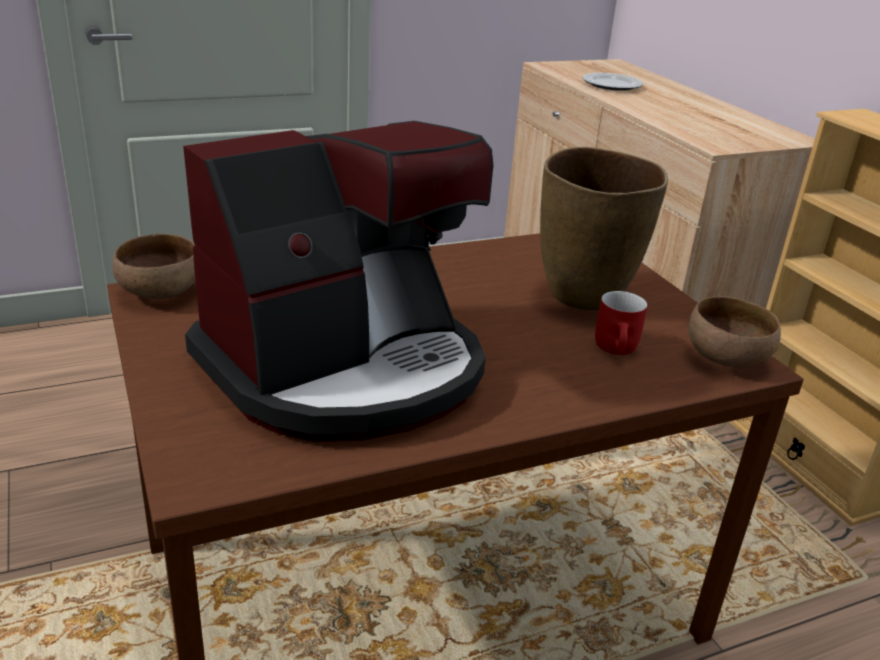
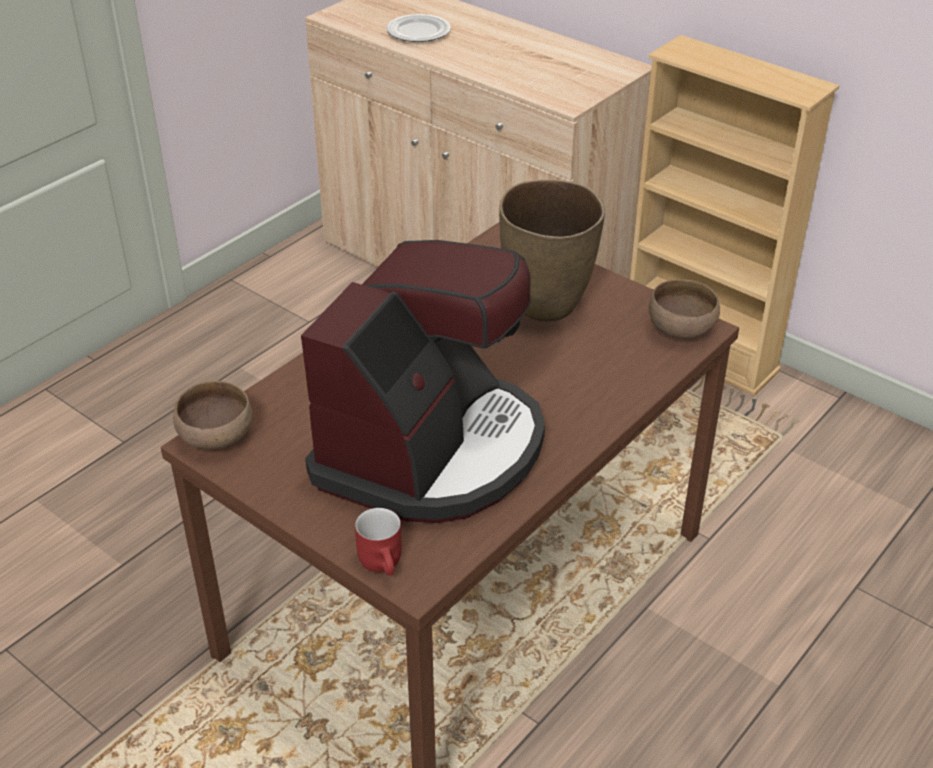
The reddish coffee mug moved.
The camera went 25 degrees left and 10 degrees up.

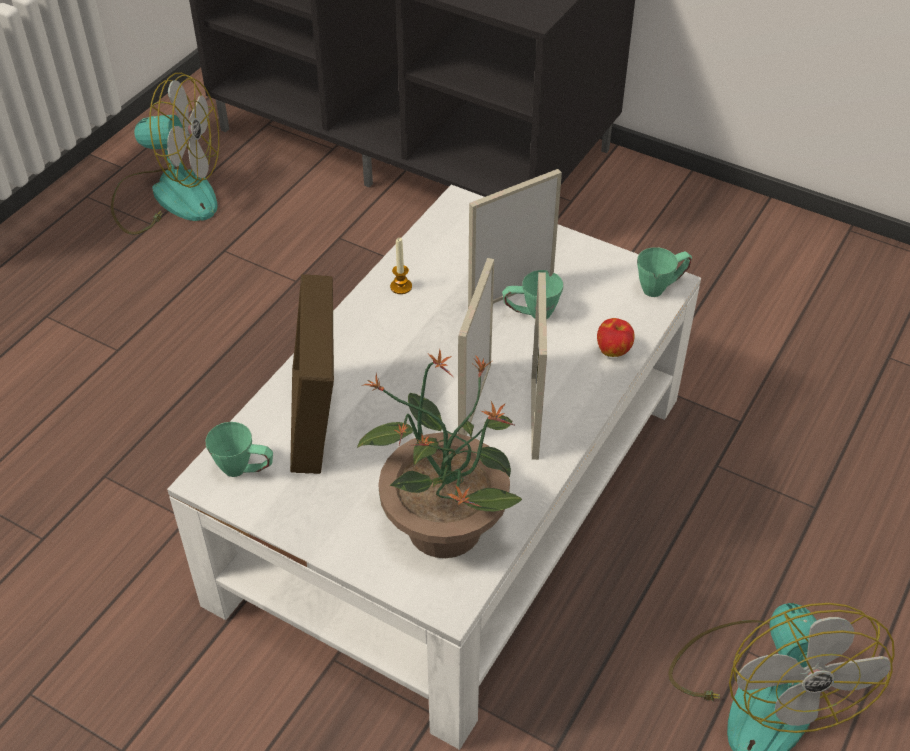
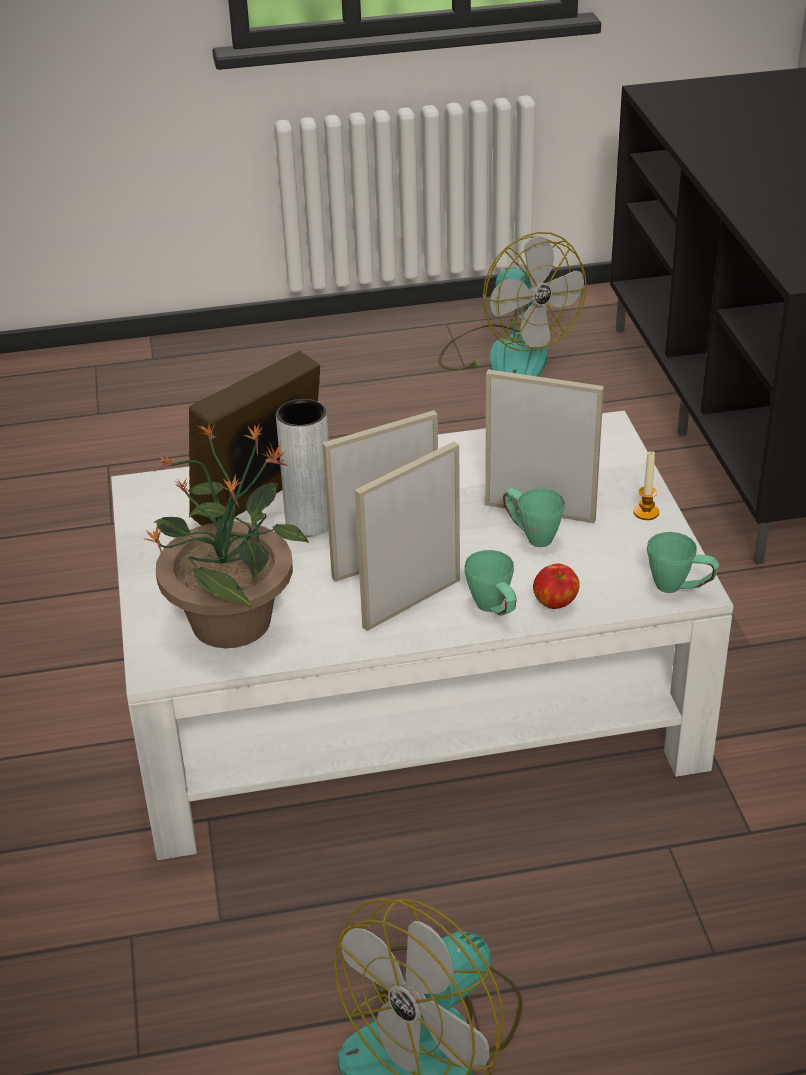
The gray decorative vase appeared.
The green-coloured coffee mug (no. 1 from left) moved.
The wax candle moved.
The camera went 50 degrees right and 10 degrees down.

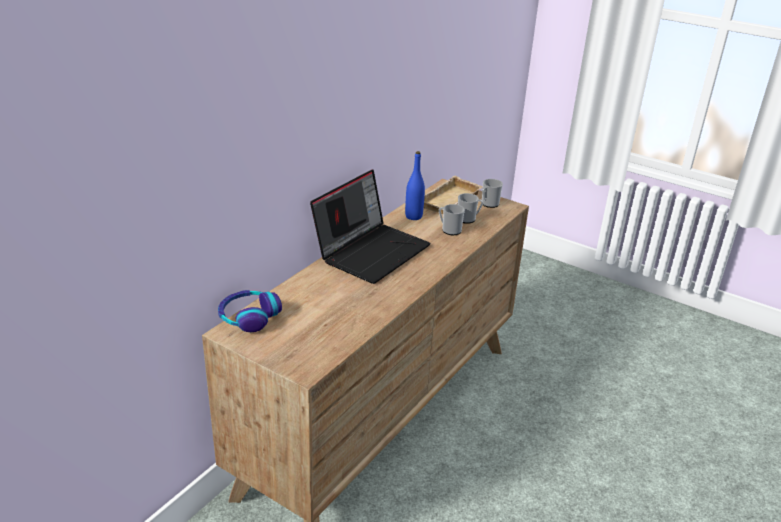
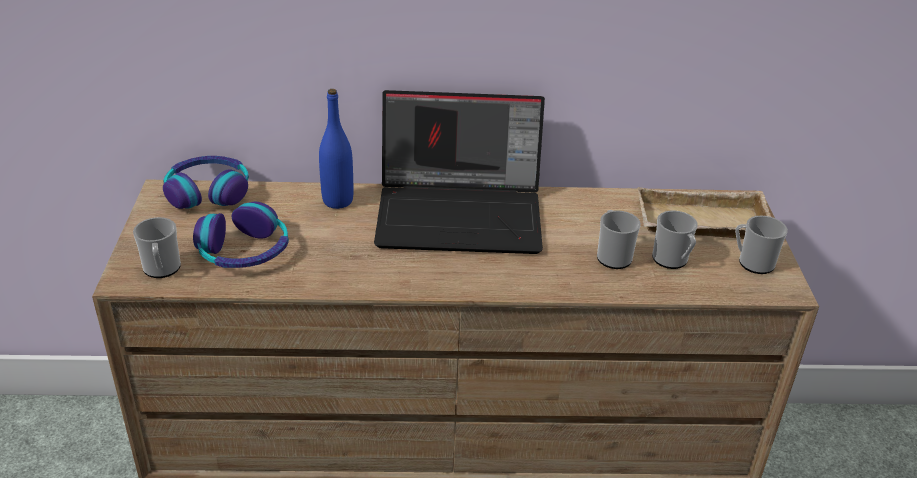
The coffee mug (no. 1 from left) appeared.
The headset (no. 2 from left) appeared.
The blue bottle moved.
The camera went 55 degrees right and 5 degrees up.

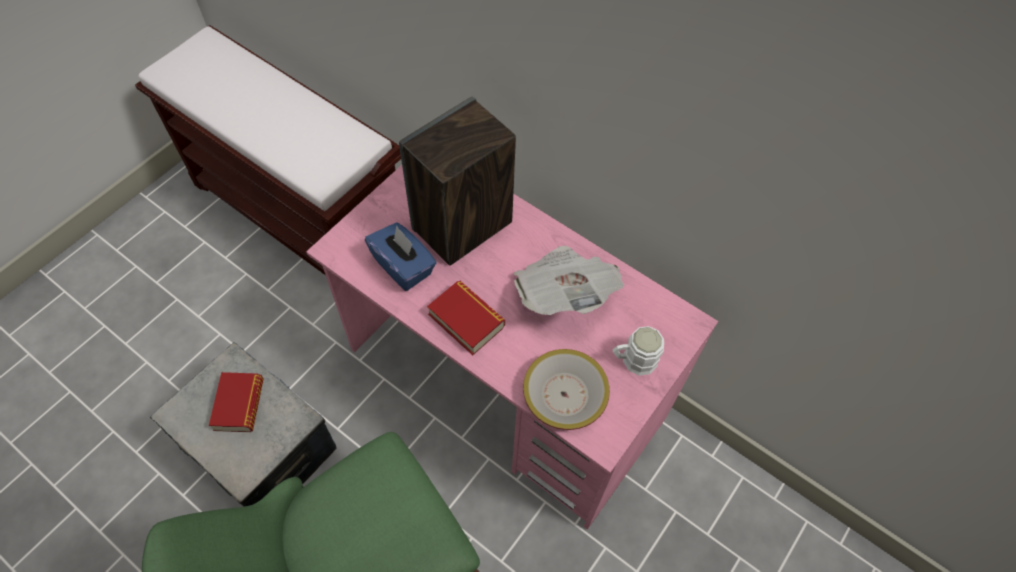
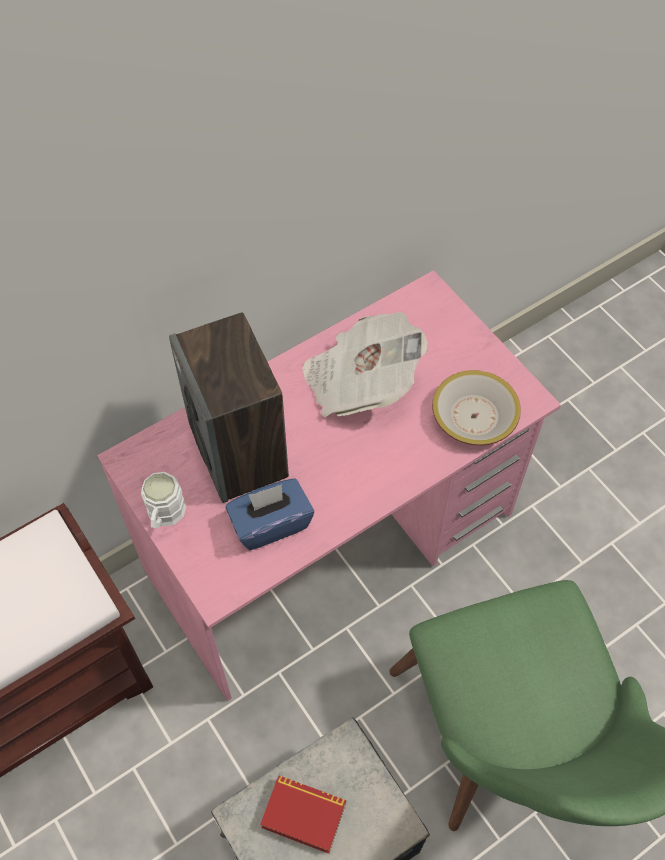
The book (no. 2 from left) disappeared.
The whitish coffee mug moved.
The camera went 70 degrees left and 0 degrees up.

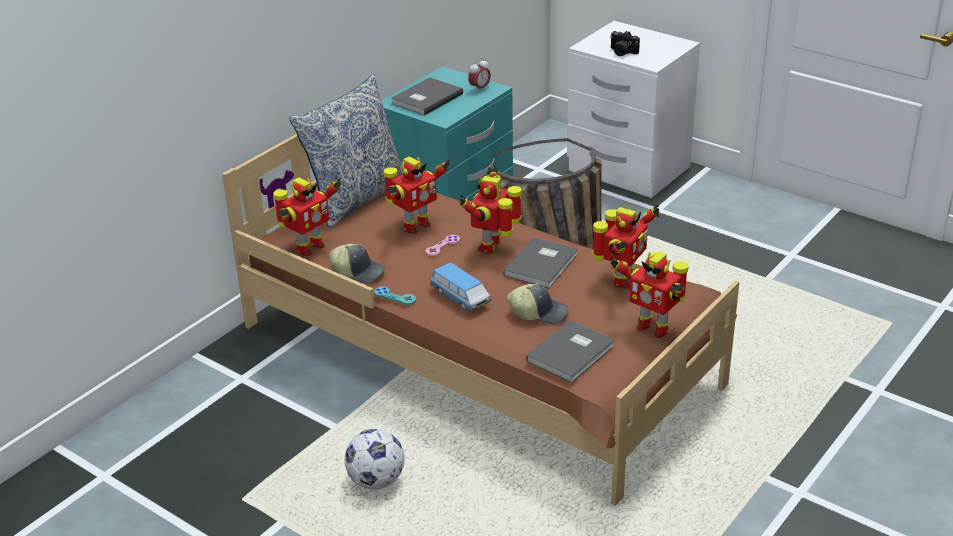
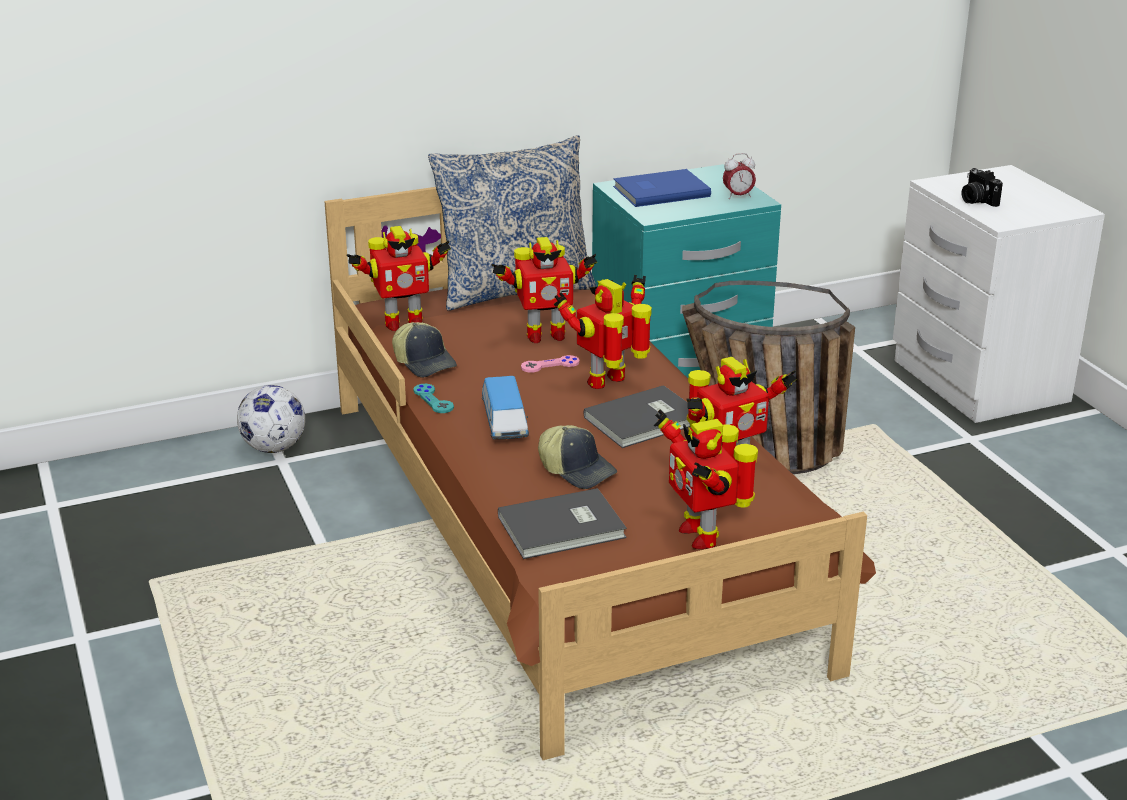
The football ball moved.
The gray book (no. 1 from left) became the blue book.
The camera went 30 degrees right and 5 degrees down.

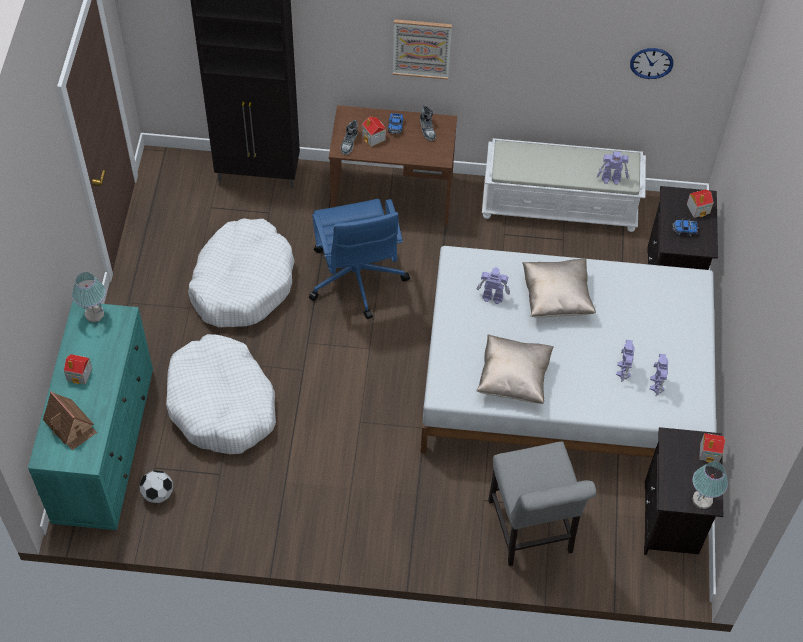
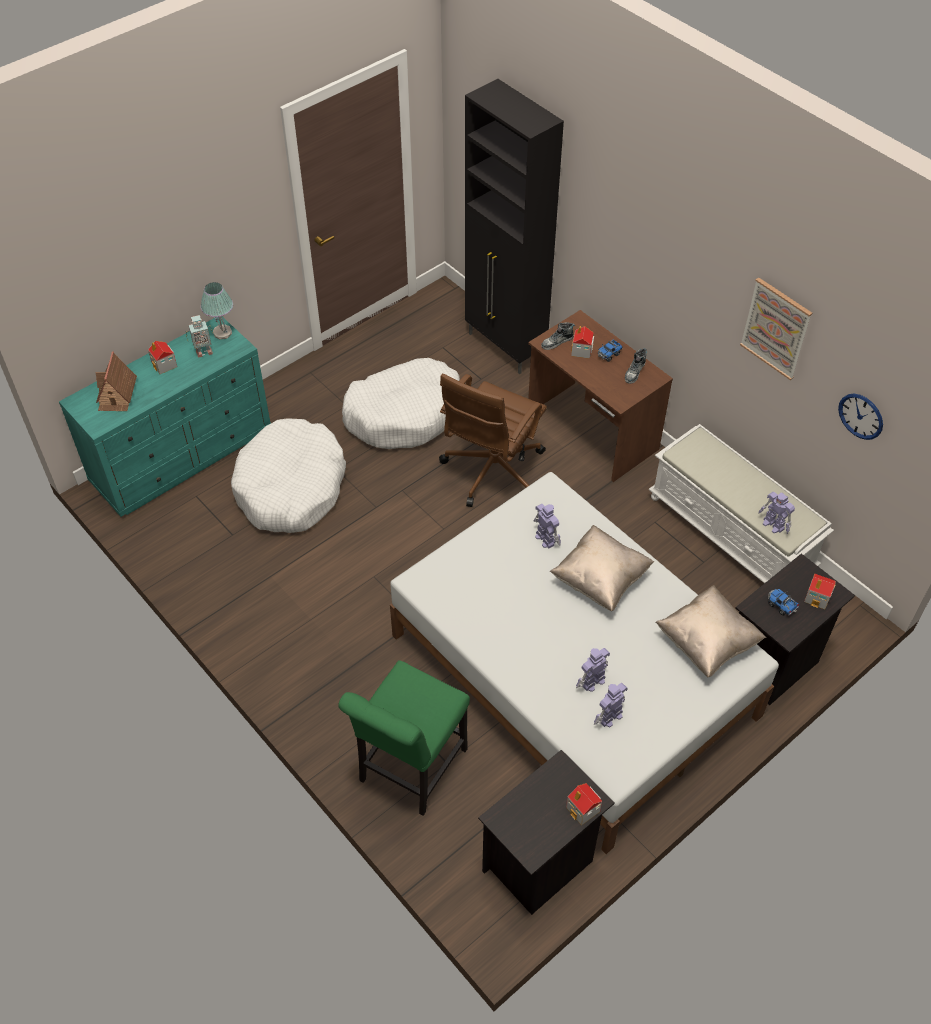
The football ball disappeared.
The lamp for a table (no. 2 from left) disappeared.
The robot figure (no. 1 from left) appeared.
The picture moved.
The sand-coloured throw pillow (no. 1 from left in the first image) moved.
The blue desk chair became the brownish desk chair.
The gray chair became the green-coloured chair.
The camera went 45 degrees right and 5 degrees down.

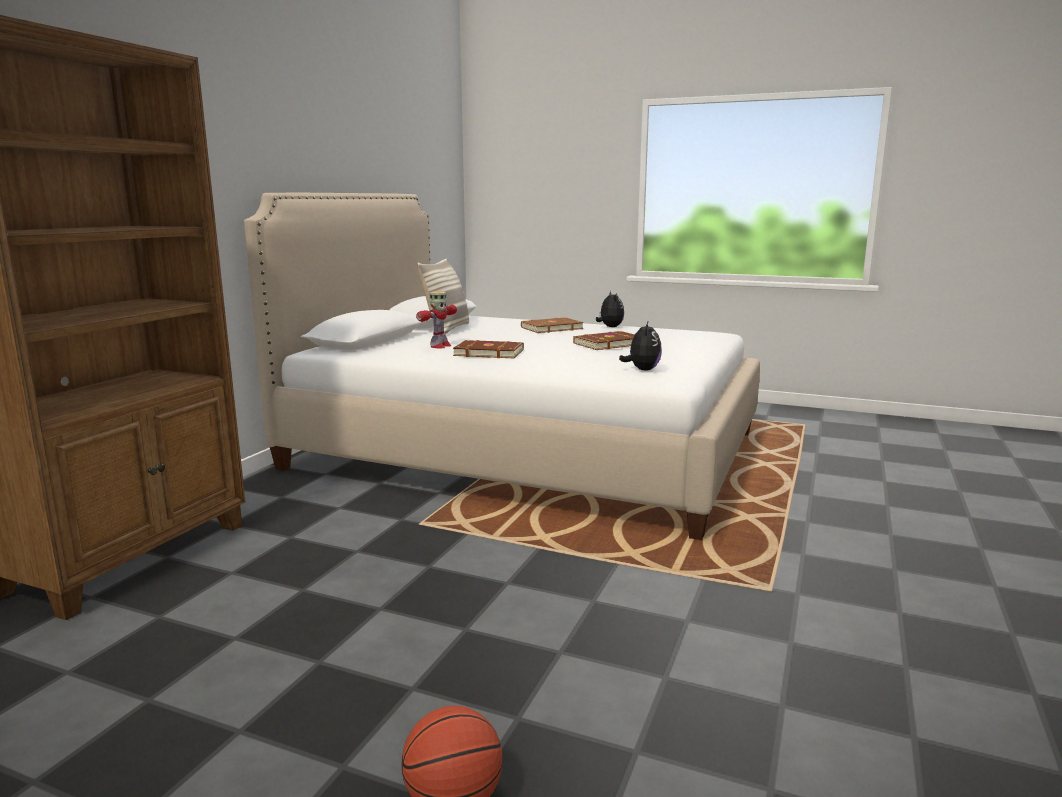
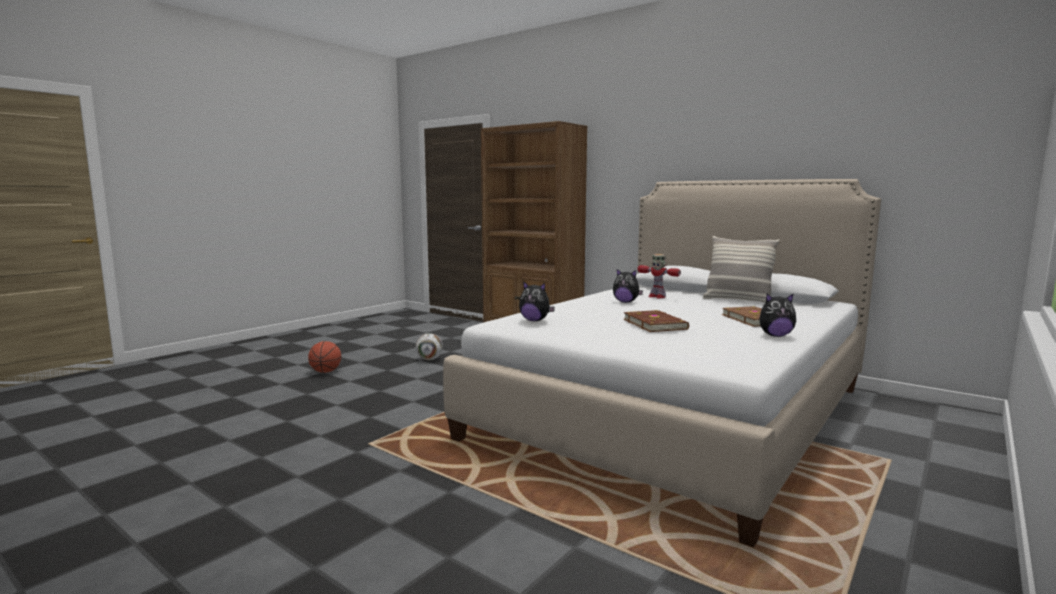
The football ball appeared.
The brownish book (no. 1 from left) was replaced by the plush toy (no. 2 from left).
The camera went 105 degrees right and 5 degrees down.

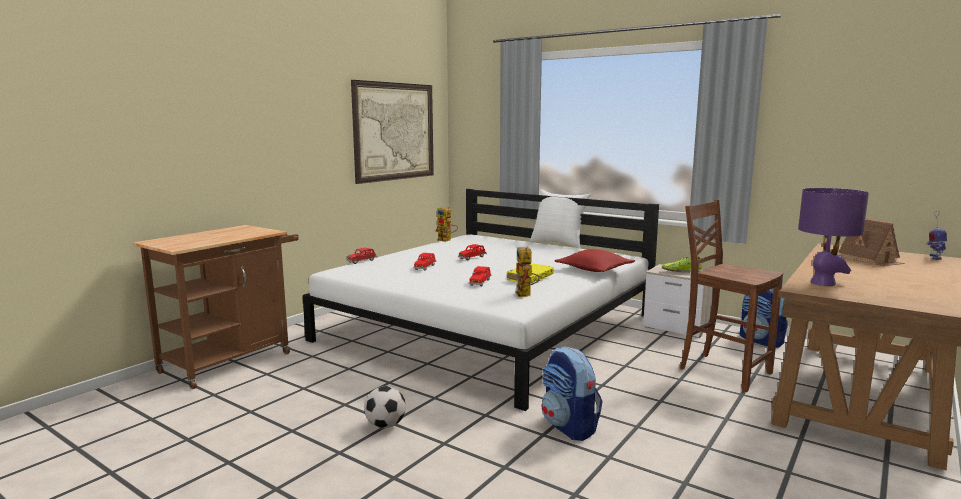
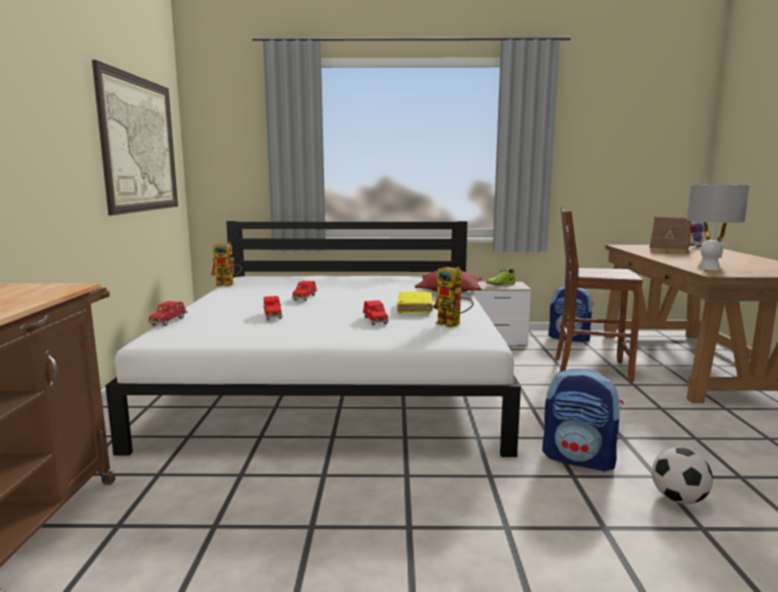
The whitish throw pillow disappeared.
The football ball moved.
The purple lamp for a table became the gray lamp for a table.
The camera went 35 degrees left and 0 degrees up.

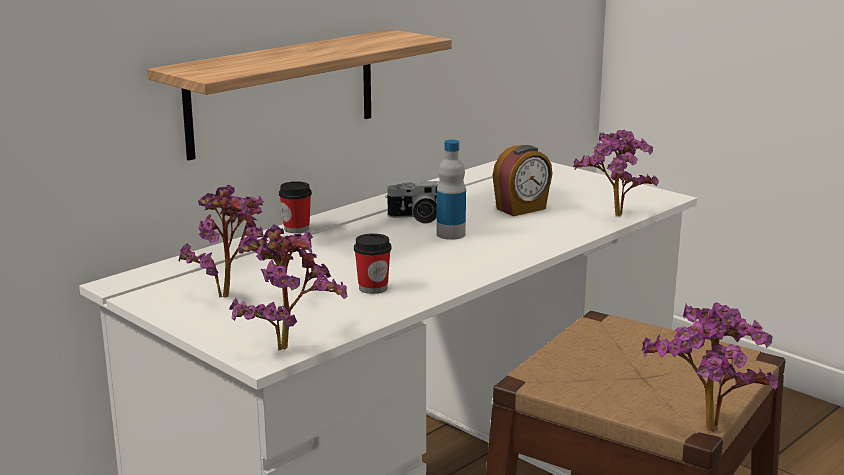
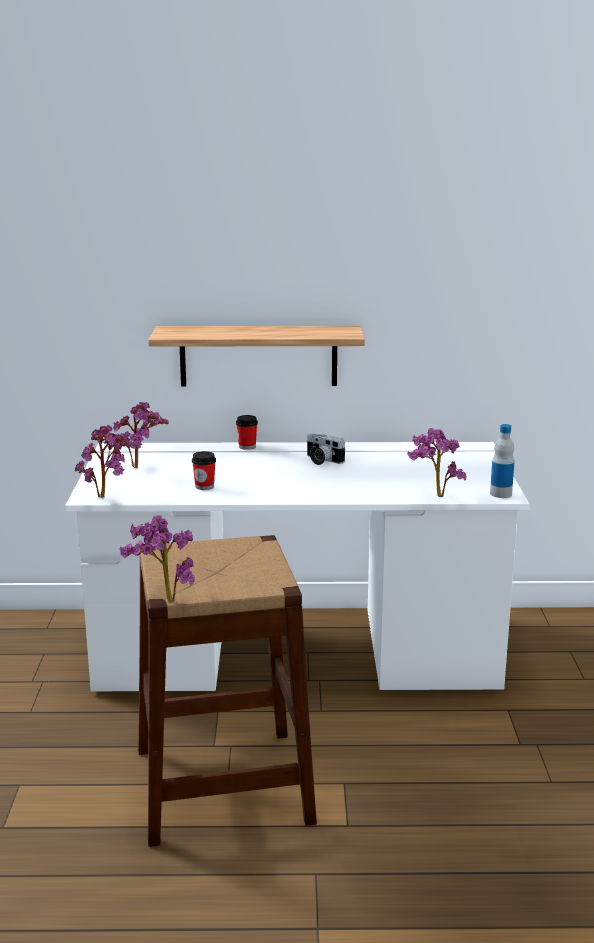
The table clock disappeared.
The bottle moved.
The camera went 45 degrees right and 0 degrees up.

